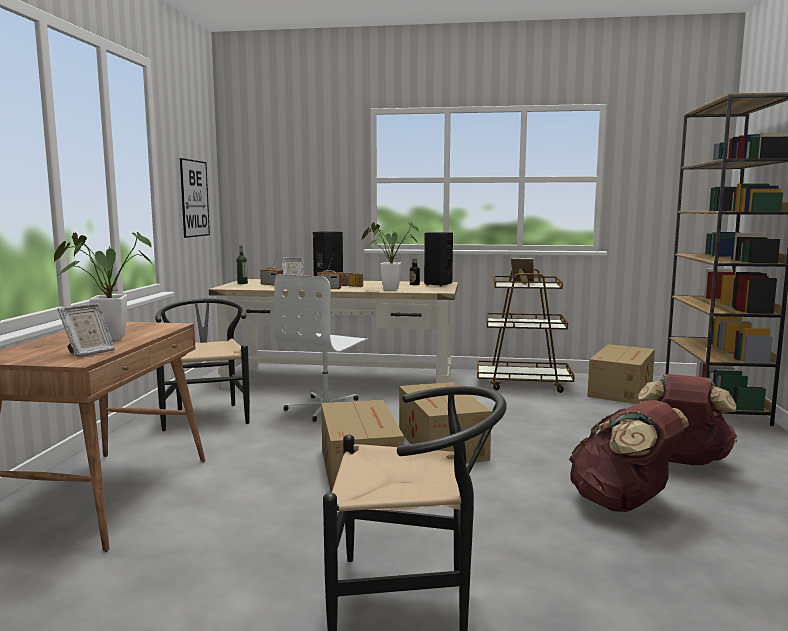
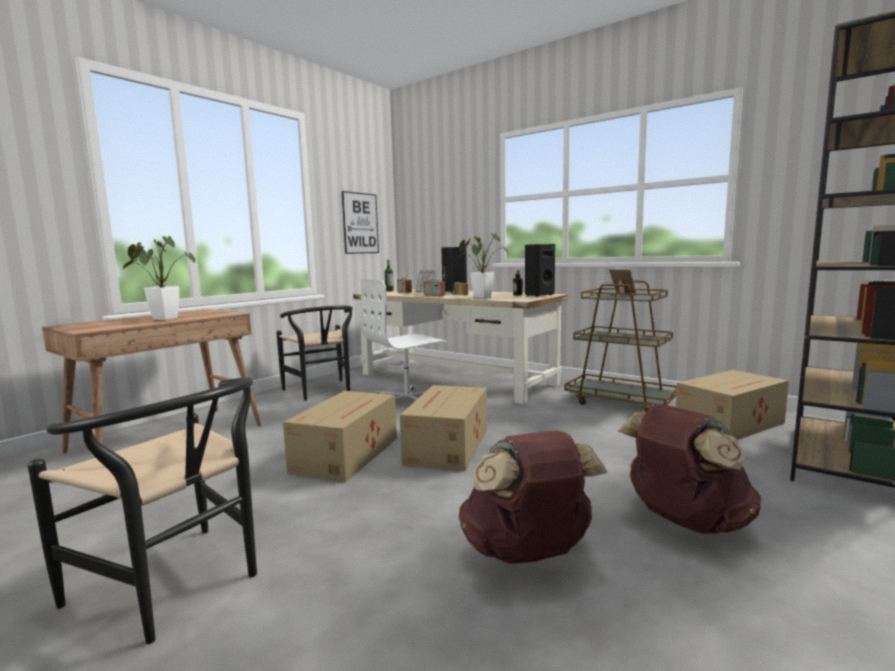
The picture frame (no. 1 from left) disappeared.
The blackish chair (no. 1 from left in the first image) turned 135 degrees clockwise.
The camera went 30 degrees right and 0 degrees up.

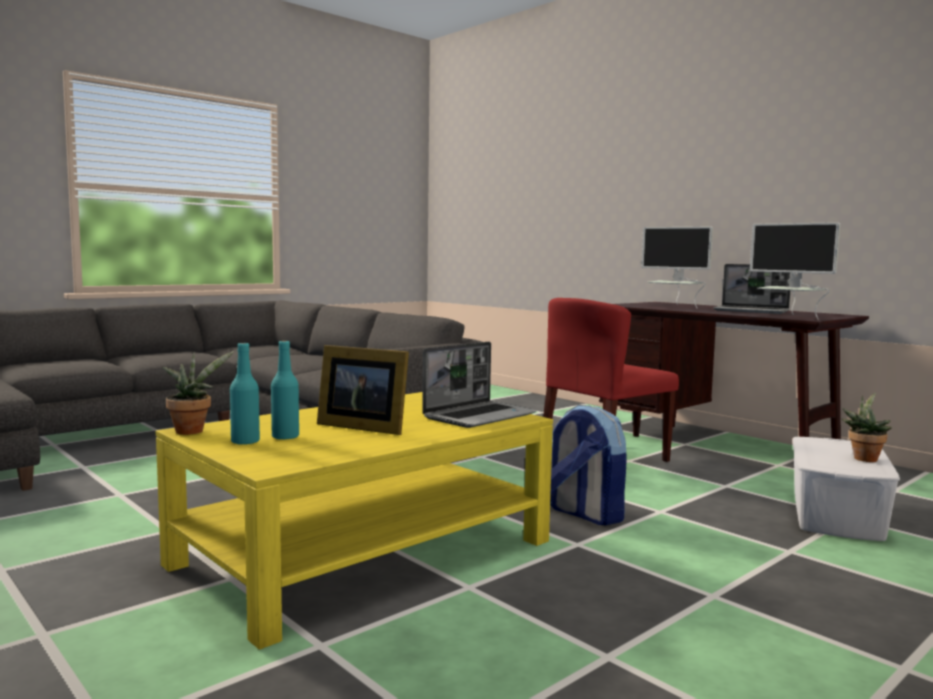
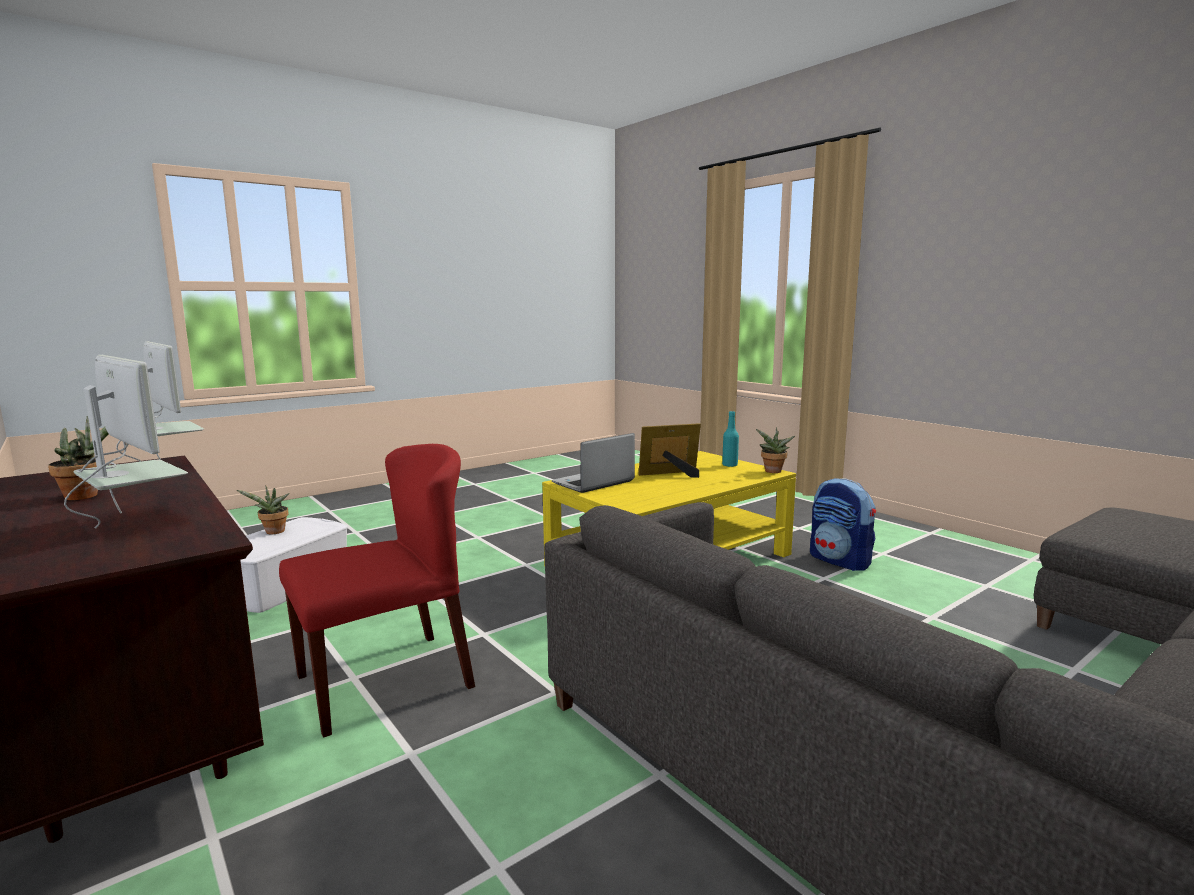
The turquoise bottle (no. 2 from left) disappeared.
The rucksack moved.
The laptop (no. 2 from left) was replaced by the plant in a pot (no. 1 from left).
The picture frame turned 45 degrees counterclockwise.
The camera went 175 degrees left and 5 degrees up.

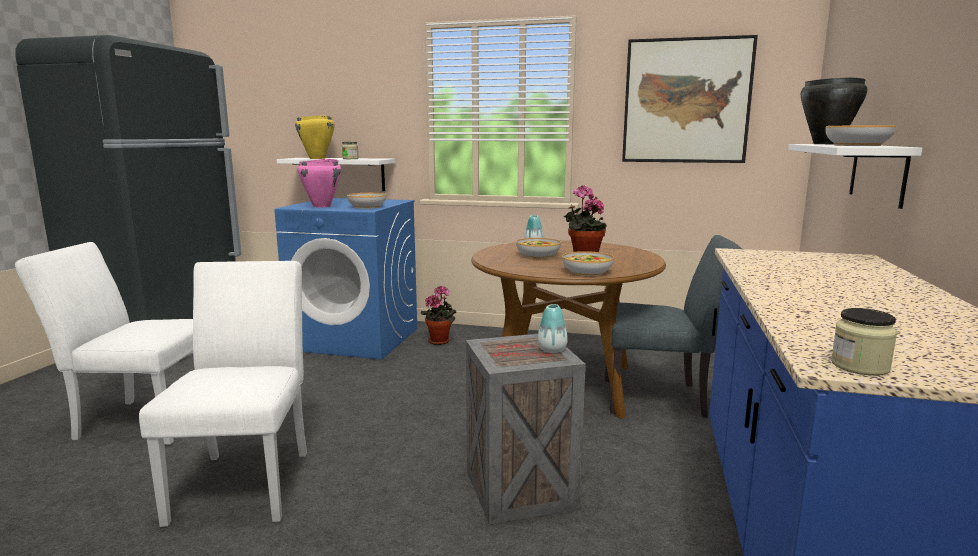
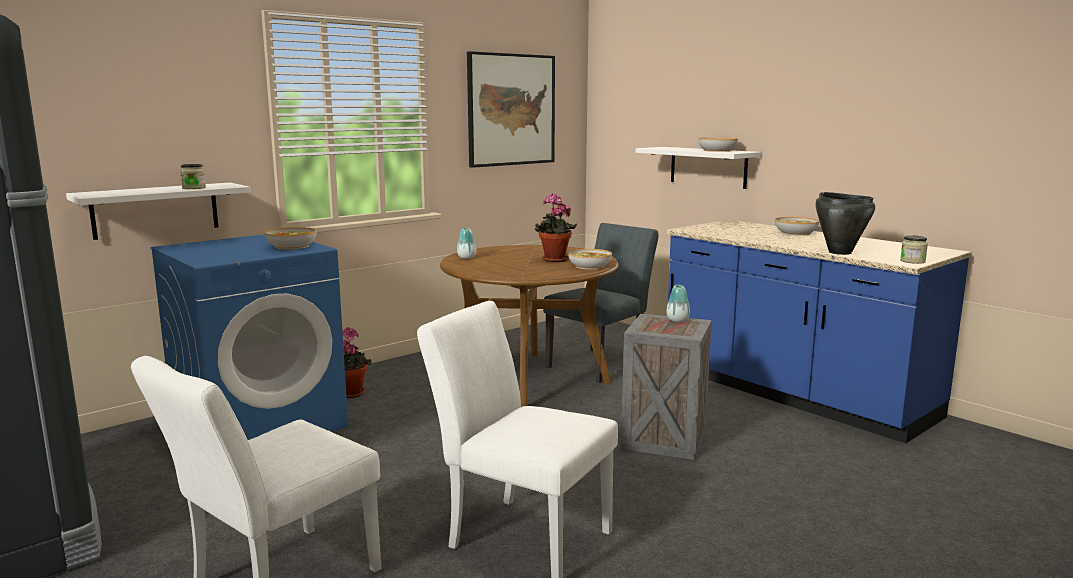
The yellow-coloured saucepot disappeared.
The pink saucepot disappeared.
The deep dish (no. 2 from left in the first image) moved.
The blackish saucepot moved.
The camera went 55 degrees left and 0 degrees up.

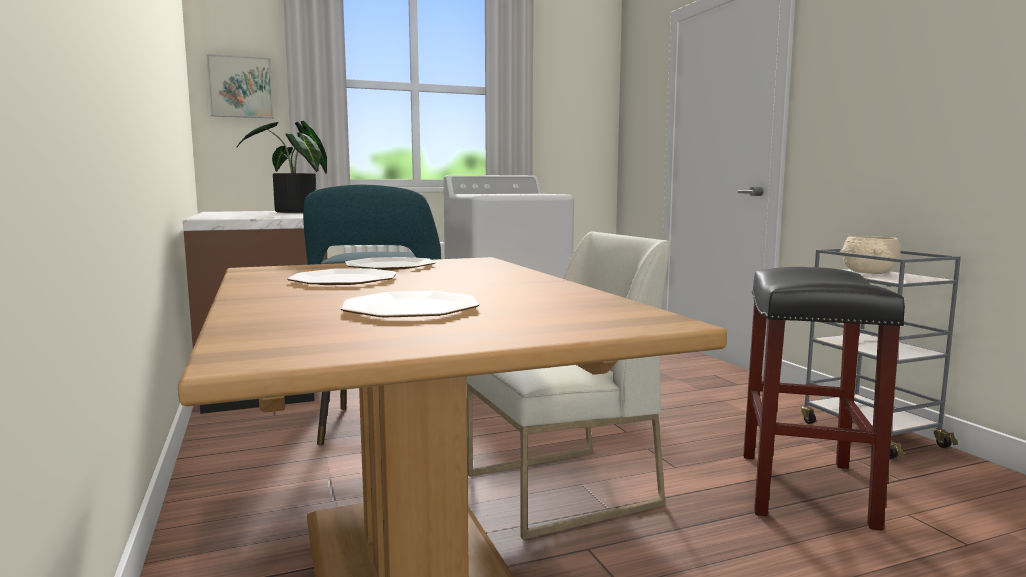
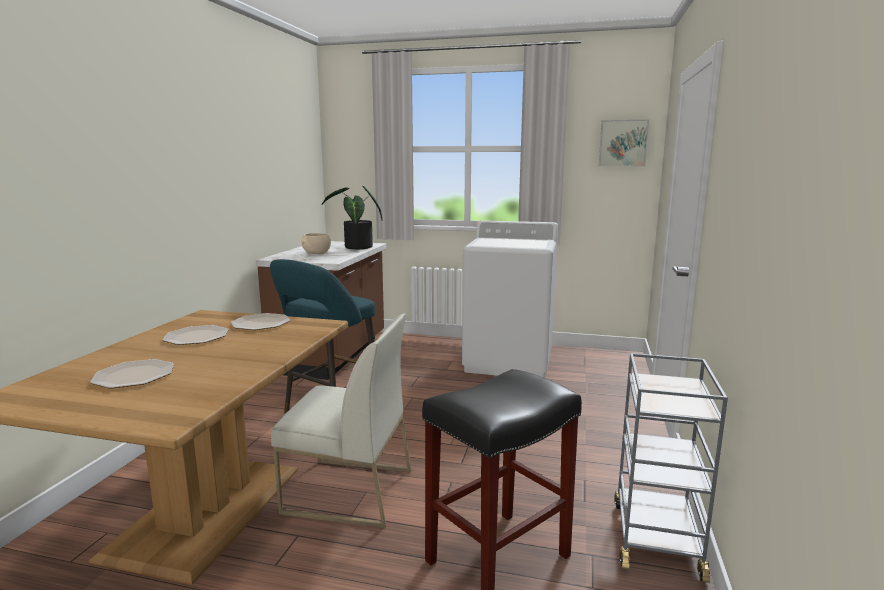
The picture moved.
The sand-coloured deep dish moved.
The camera went 35 degrees right and 5 degrees up.

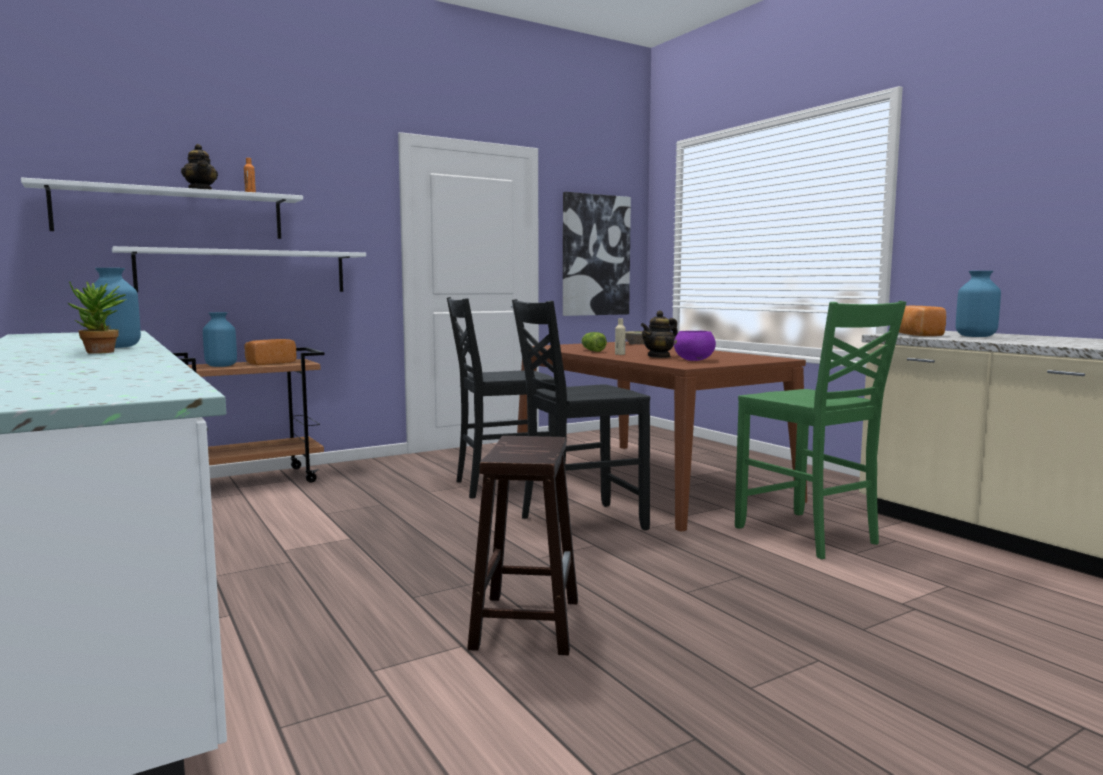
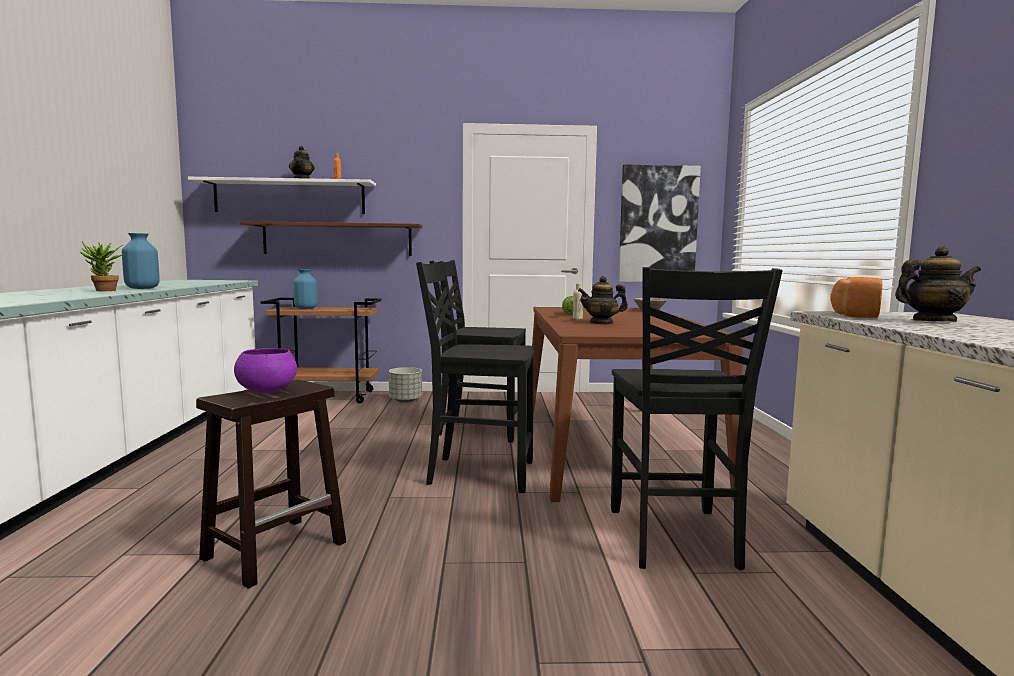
The baked bread (no. 1 from left) disappeared.
The gray plant pot appeared.
The purple deep dish moved.
The blue decorative vase (no. 3 from left) was replaced by the teapot (no. 3 from left).
The whitish bracket shelf (no. 2 from left) became the brownish bracket shelf.
The green-coloured chair became the blackish chair (no. 3 from left).
The camera went 30 degrees right and 0 degrees up.

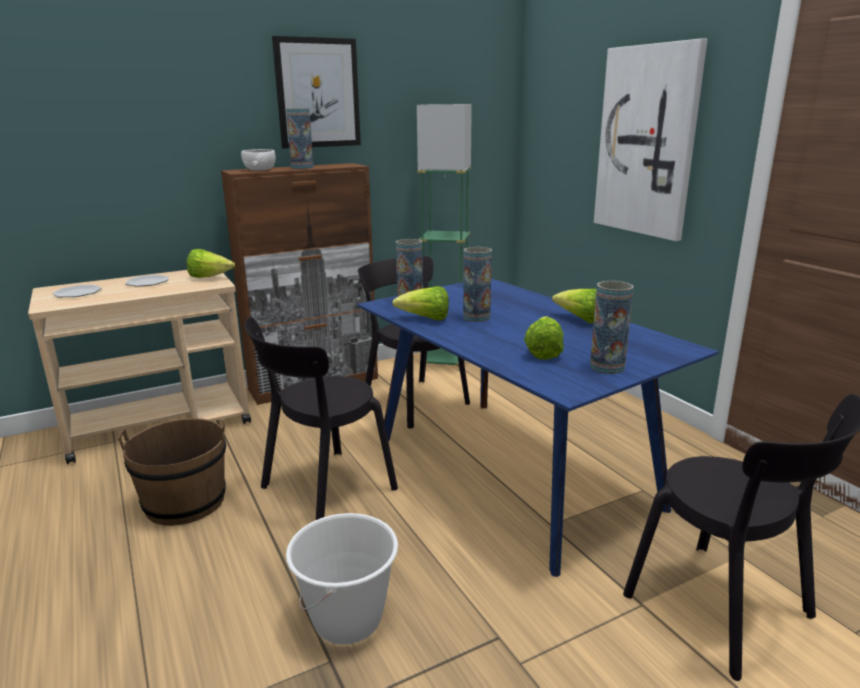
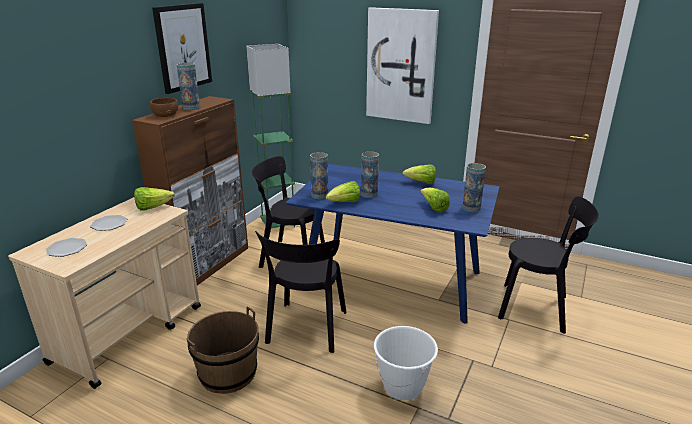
The whitish deep dish became the brownish deep dish.
The camera went 35 degrees left and 5 degrees up.

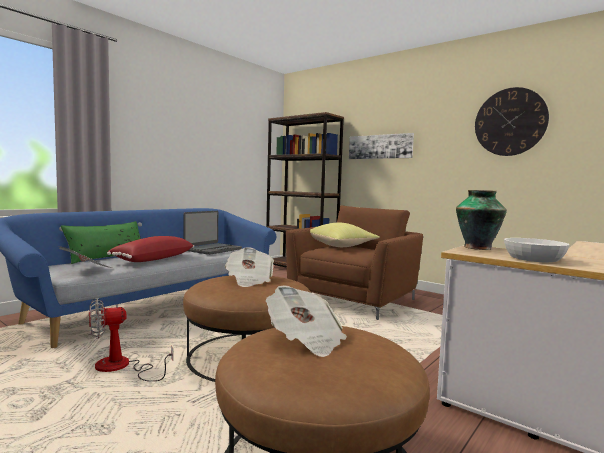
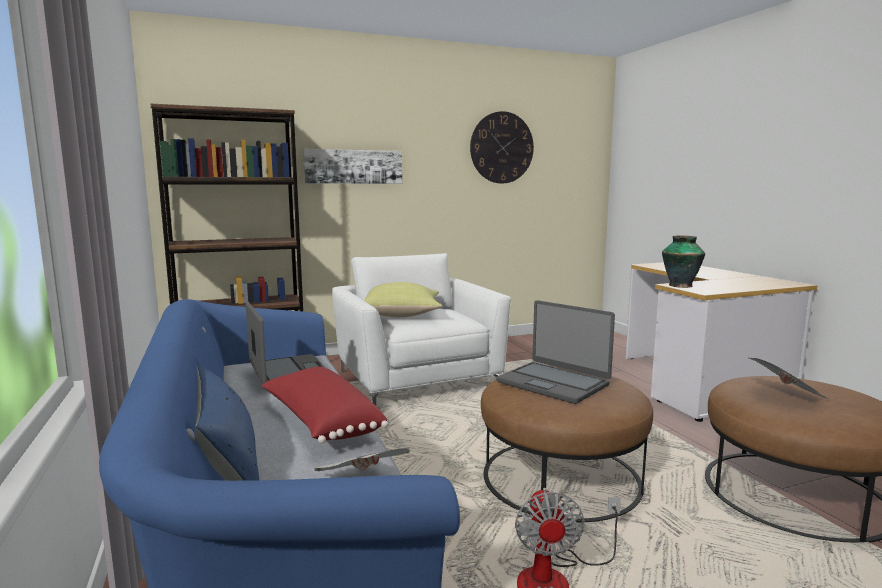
The whitish deep dish disappeared.
The daily paper (no. 2 from left) was replaced by the laptop (no. 2 from left).
The green-coloured throw pillow became the blue throw pillow.
The brownish armchair became the whitish armchair.
The camera went 60 degrees left and 5 degrees up.

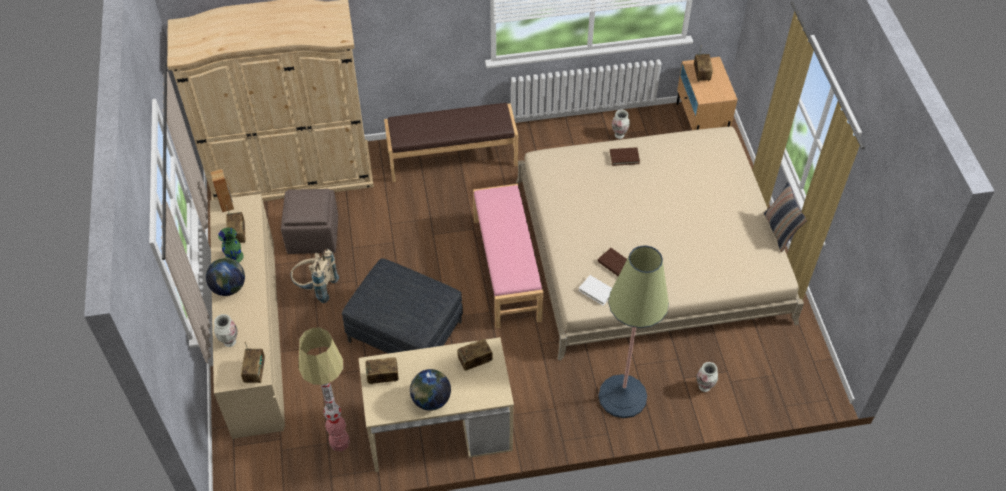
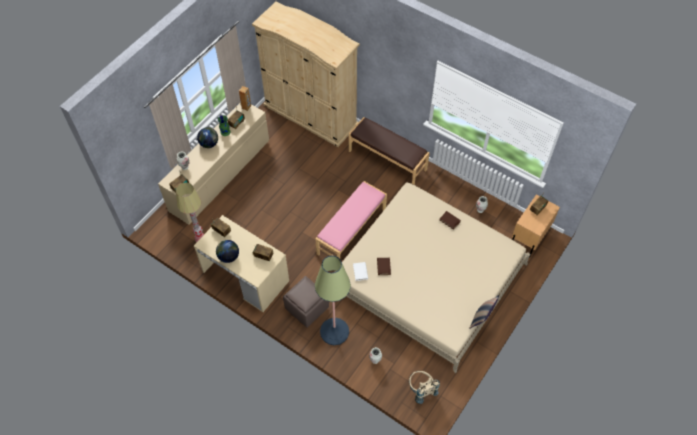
The gray footrest disappeared.
The brownish footrest moved.
The sand-coloured rucksack moved.
The camera went 45 degrees right and 5 degrees up.

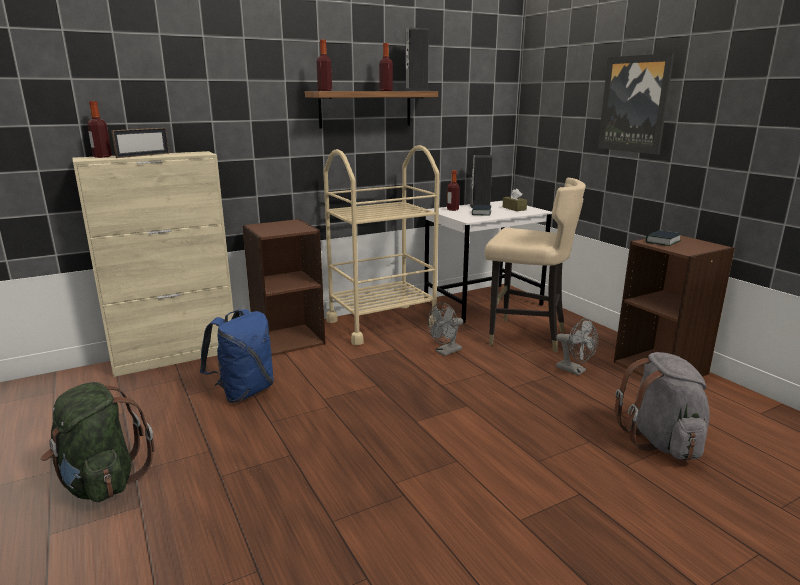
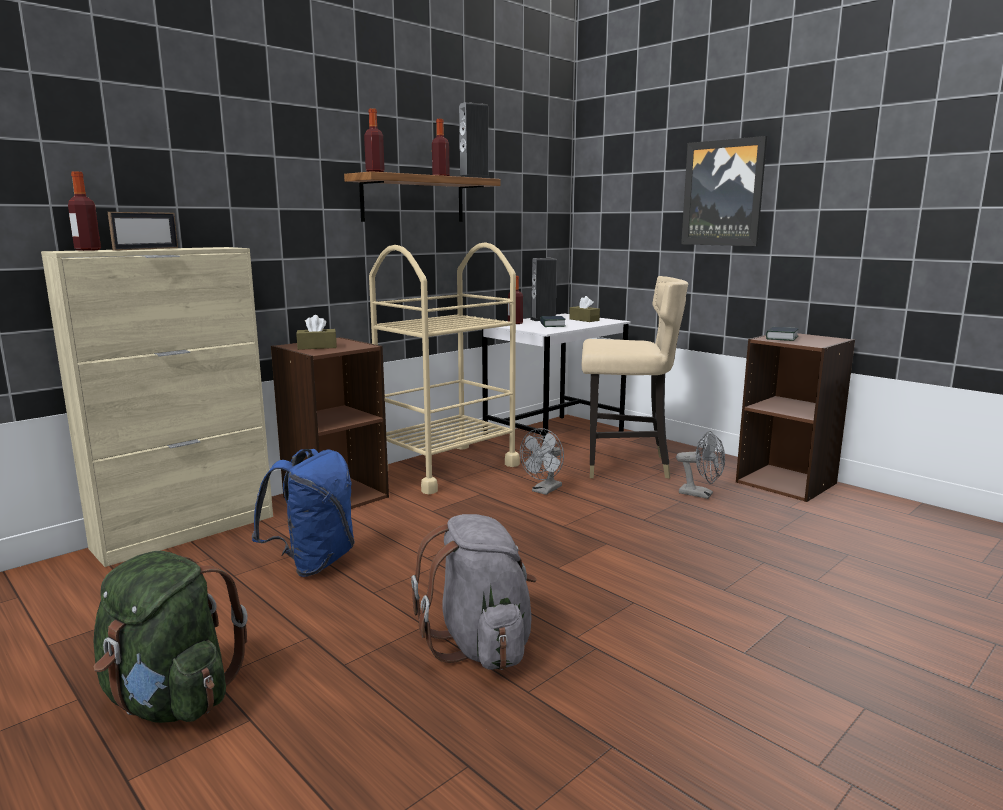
The brownish tissue box (no. 1 from left) appeared.
The gray rucksack moved.
The camera went 15 degrees left and 5 degrees down.

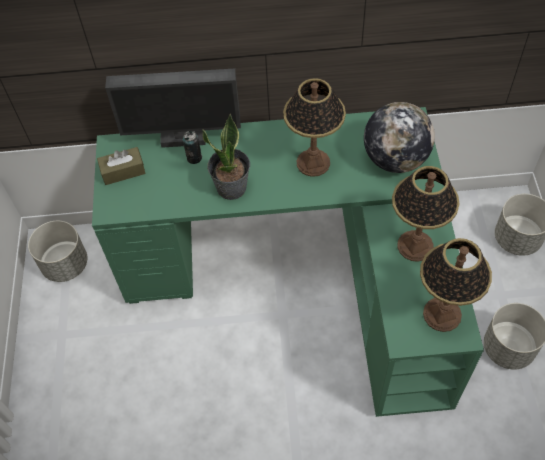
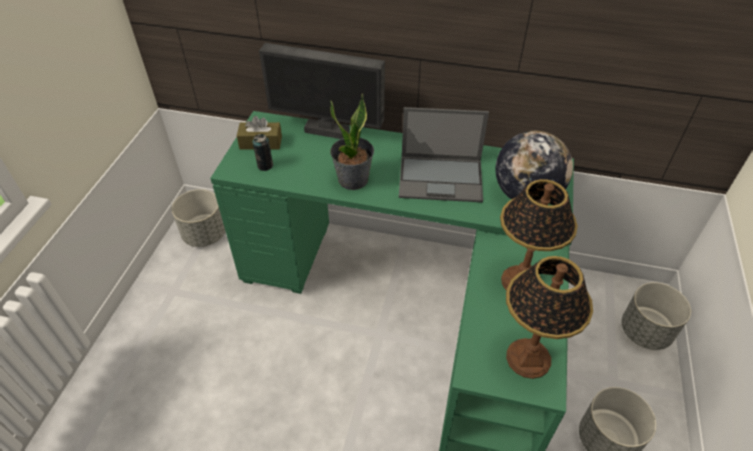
The metal can moved.
The lamp for a table (no. 1 from left) was replaced by the laptop.
The camera went 15 degrees right and 10 degrees down.

